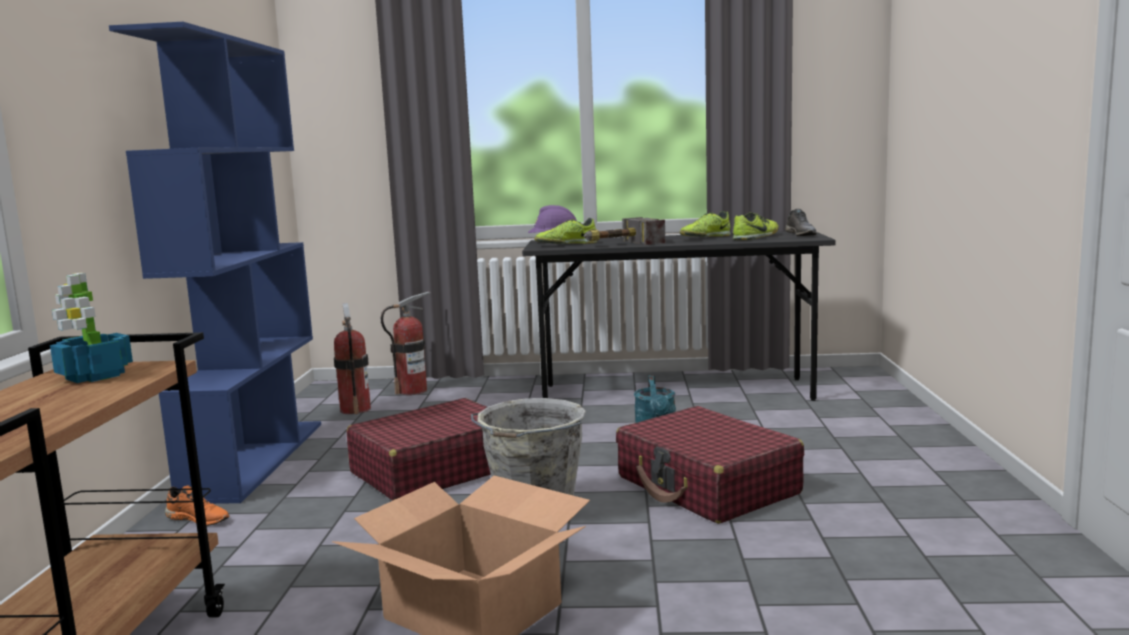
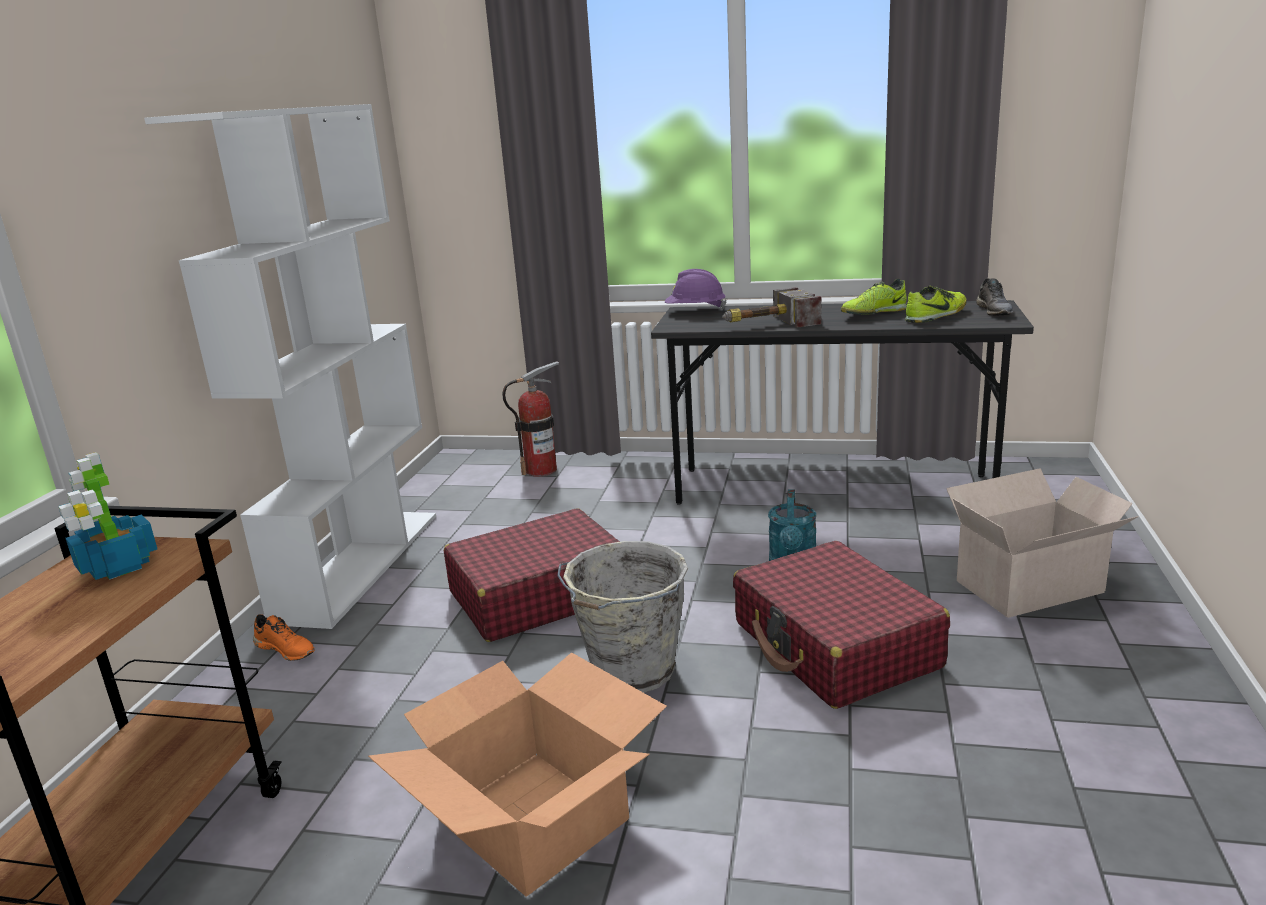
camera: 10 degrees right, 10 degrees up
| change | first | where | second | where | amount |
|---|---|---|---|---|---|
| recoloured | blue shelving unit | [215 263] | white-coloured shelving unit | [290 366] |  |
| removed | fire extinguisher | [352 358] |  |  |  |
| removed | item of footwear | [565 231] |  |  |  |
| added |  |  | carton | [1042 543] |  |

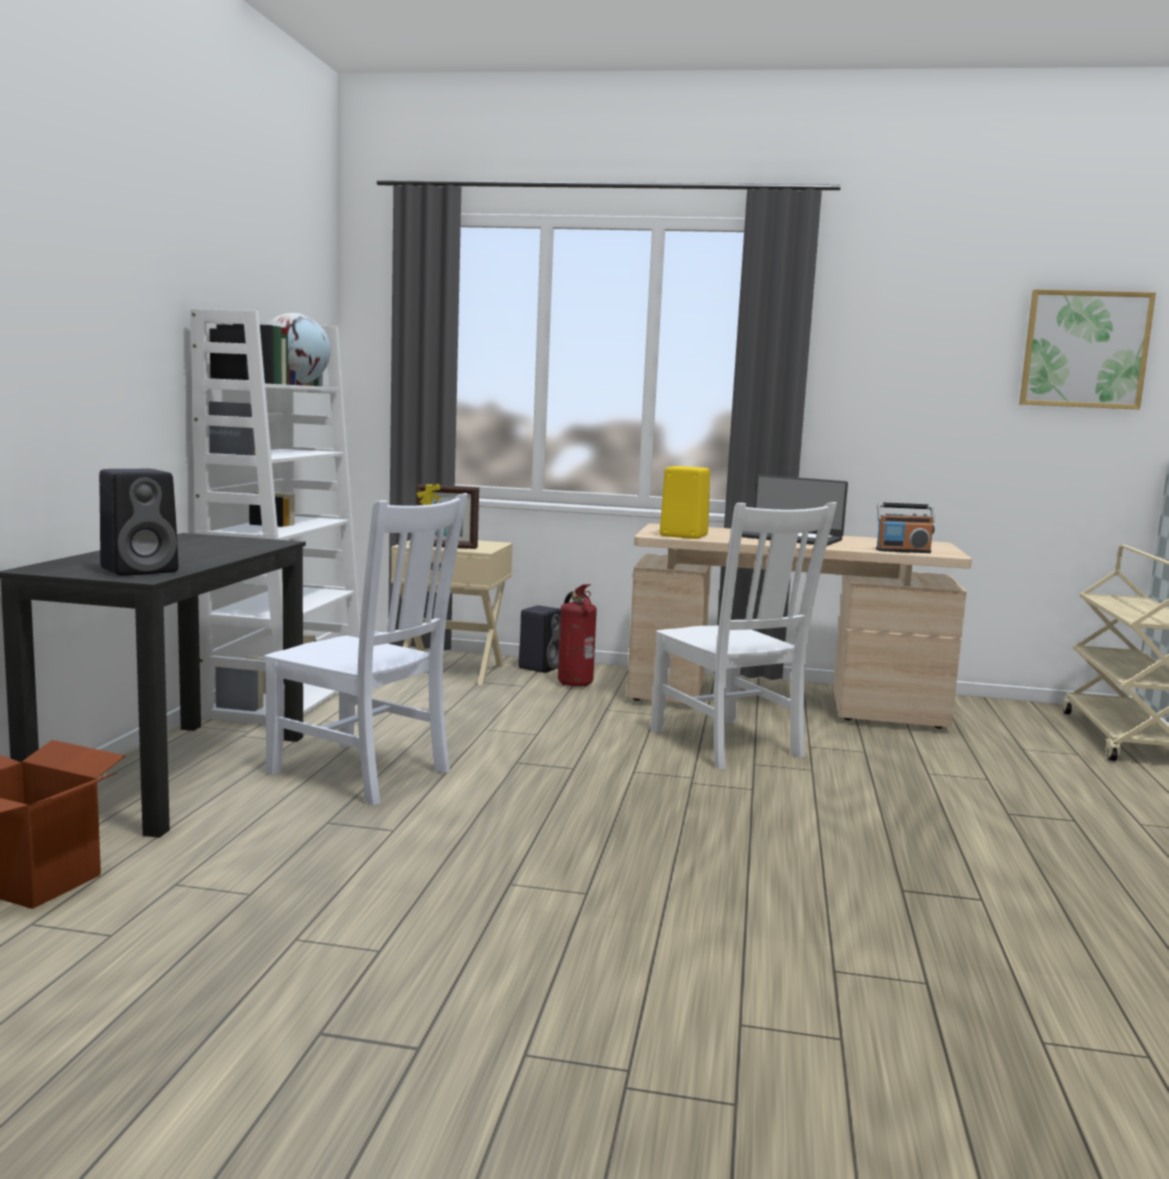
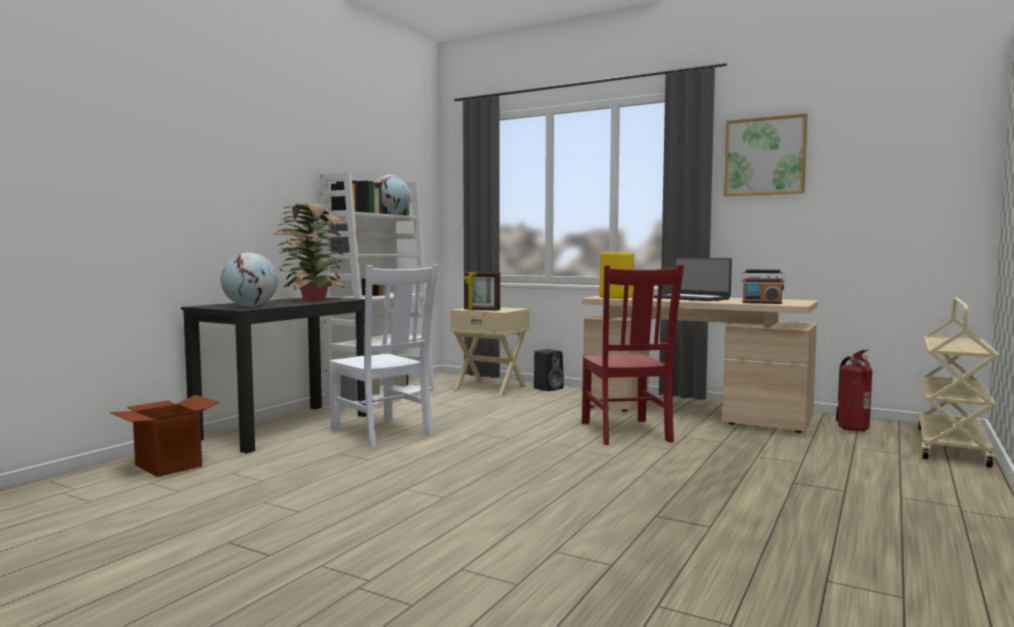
camera: 20 degrees right, 5 degrees down
| change | first | where | second | where | amount |
|---|---|---|---|---|---|
| replaced | blackish audio speaker | [138 522] | desk globe | [249 279] |  |
| moved | fire extinguisher | [577 635] |  | [854 391] |  |
| recoloured | white-coloured plain chair | [743 635] | red plain chair | [633 355] |  |
| moved | wall art | [1087 349] |  | [765 154] |  |
| added |  |  | houseplant | [309 252] |  |

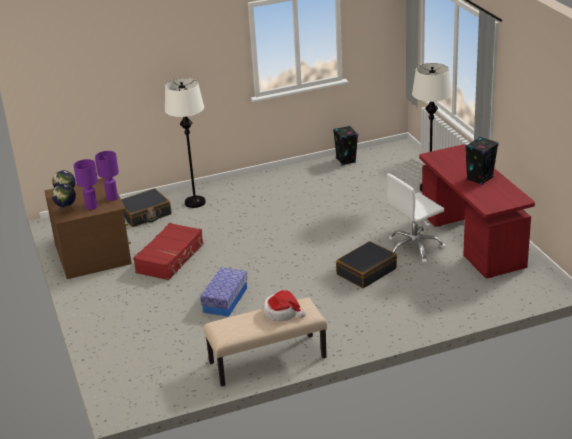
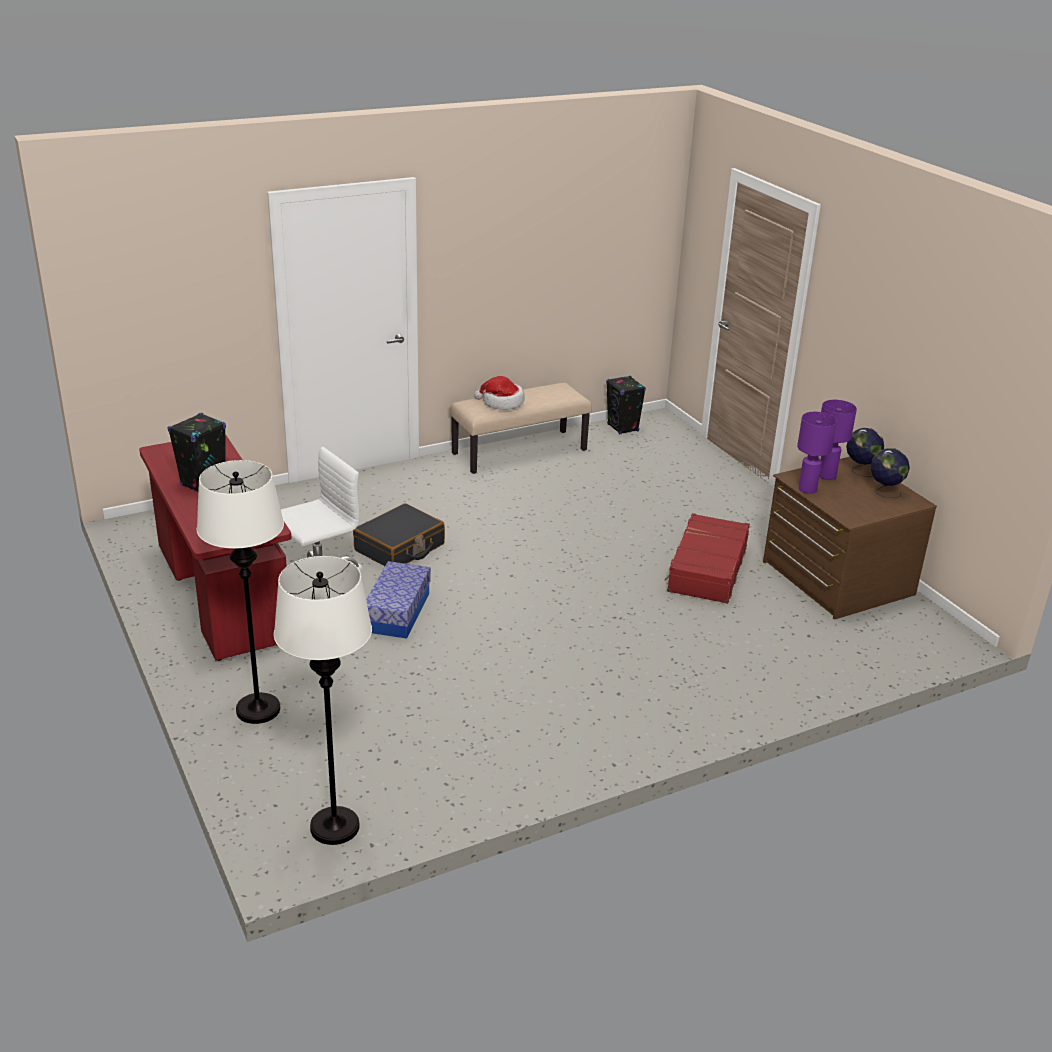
camera: 170 degrees right, 0 degrees up
| change | first | where | second | where | amount |
|---|---|---|---|---|---|
| removed | blackish travel case | [146 208] |  |  |  |
| moved | white-coloured standard lamp | [185 143] |  | [323 700] |  |
| moved | storage bin | [223 292] |  | [398 600] |  |
| moved | blackish audio speaker | [345 146] |  | [626 404] |  |

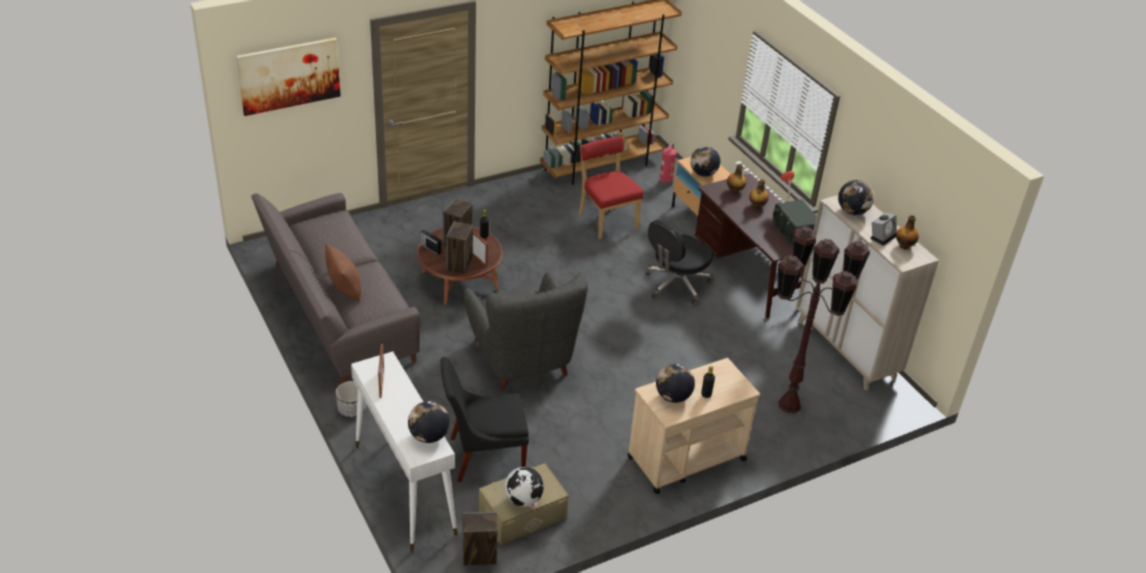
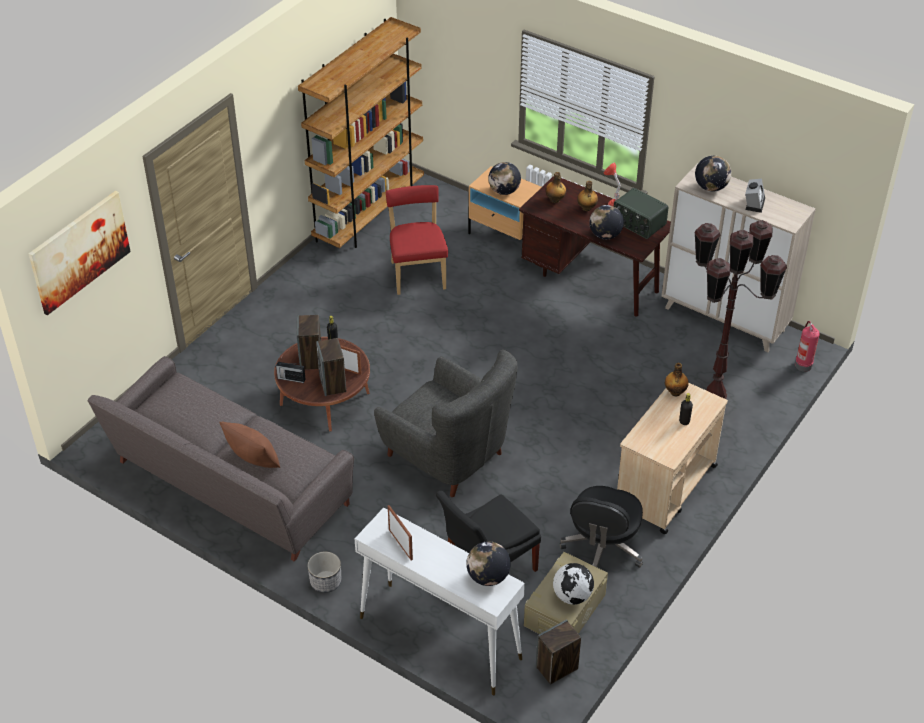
camera: 25 degrees left, 5 degrees up
| change | first | where | second | where | amount |
|---|---|---|---|---|---|
| turned | red plain chair | [611 188] |  | [417 240] | 45 degrees clockwise |
| moved | blackish computer chair | [679 262] |  | [601 527] |  |
| moved | desk globe | [675 383] |  | [606 222] |  |
| moved | fire extinguisher | [668 165] |  | [807 346] |  |
| moved | beverage bottle | [907 232] |  | [677 380] |  |

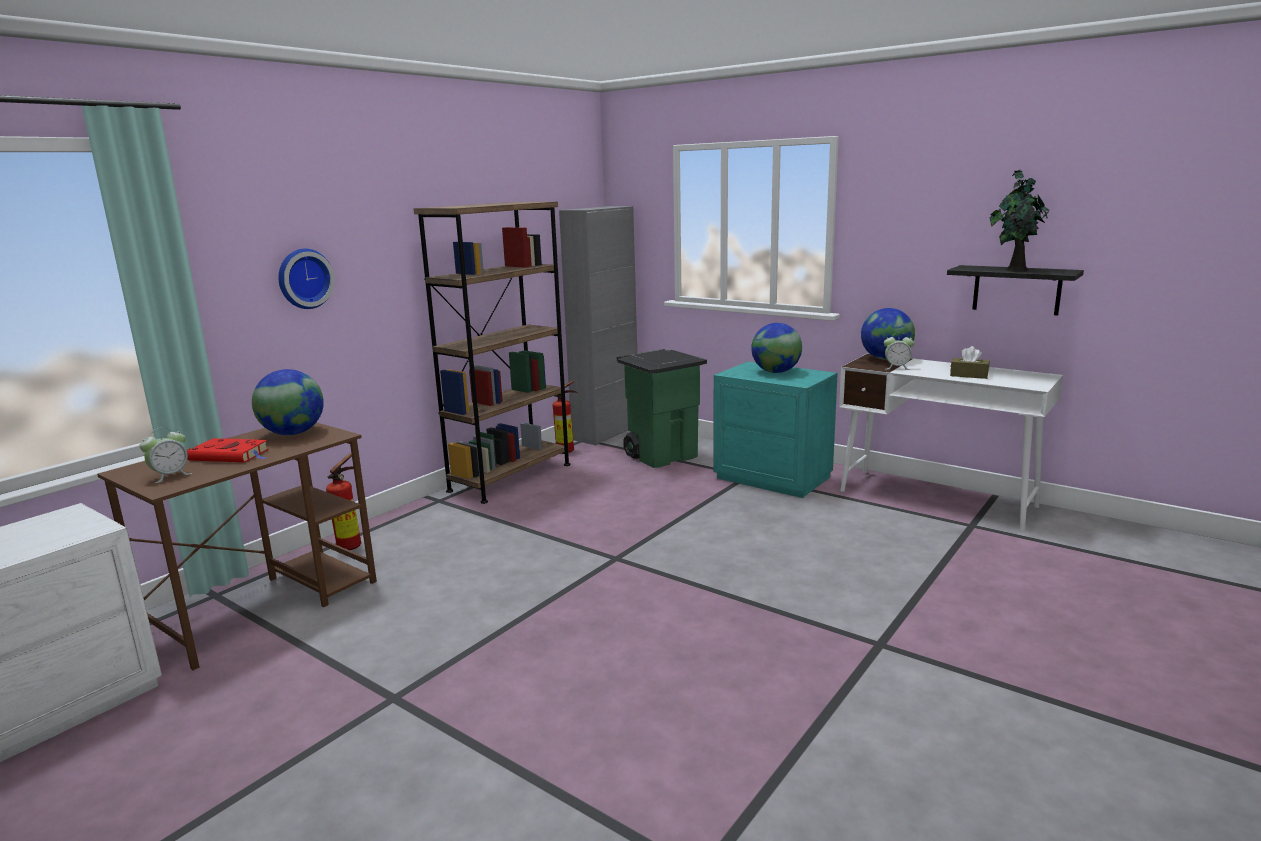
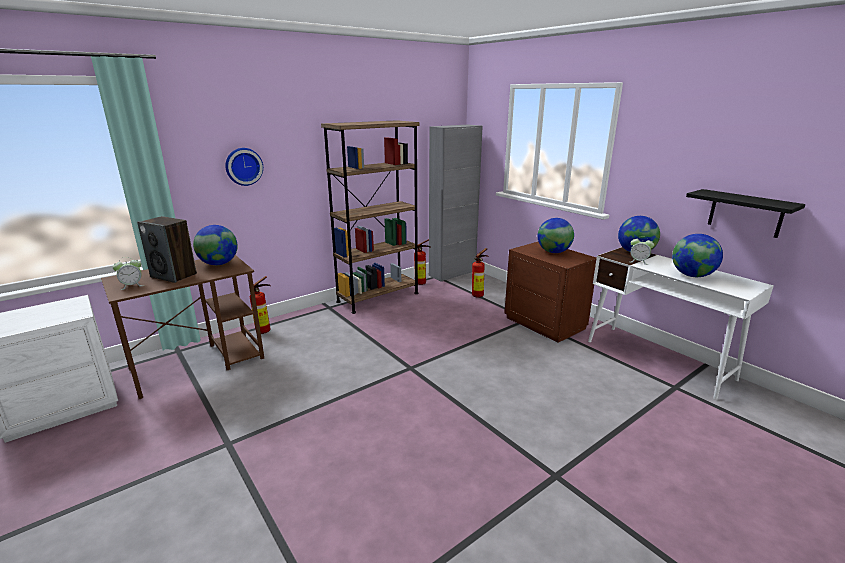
camera: 15 degrees right, 5 degrees up
| change | first | where | second | where | amount |
|---|---|---|---|---|---|
| replaced | red bound book | [228 450] | audio speaker | [167 249] |  |
| replaced | green-coloured trash can | [662 408] | fire extinguisher | [480 273] |  |
| recoloured | blue-green night table | [776 429] | brownish night table | [550 292] |  |
| replaced | brownish tissue holder | [969 362] | desk globe | [697 255] |  |
| removed | houseplant | [1019 220] |  |  |  |

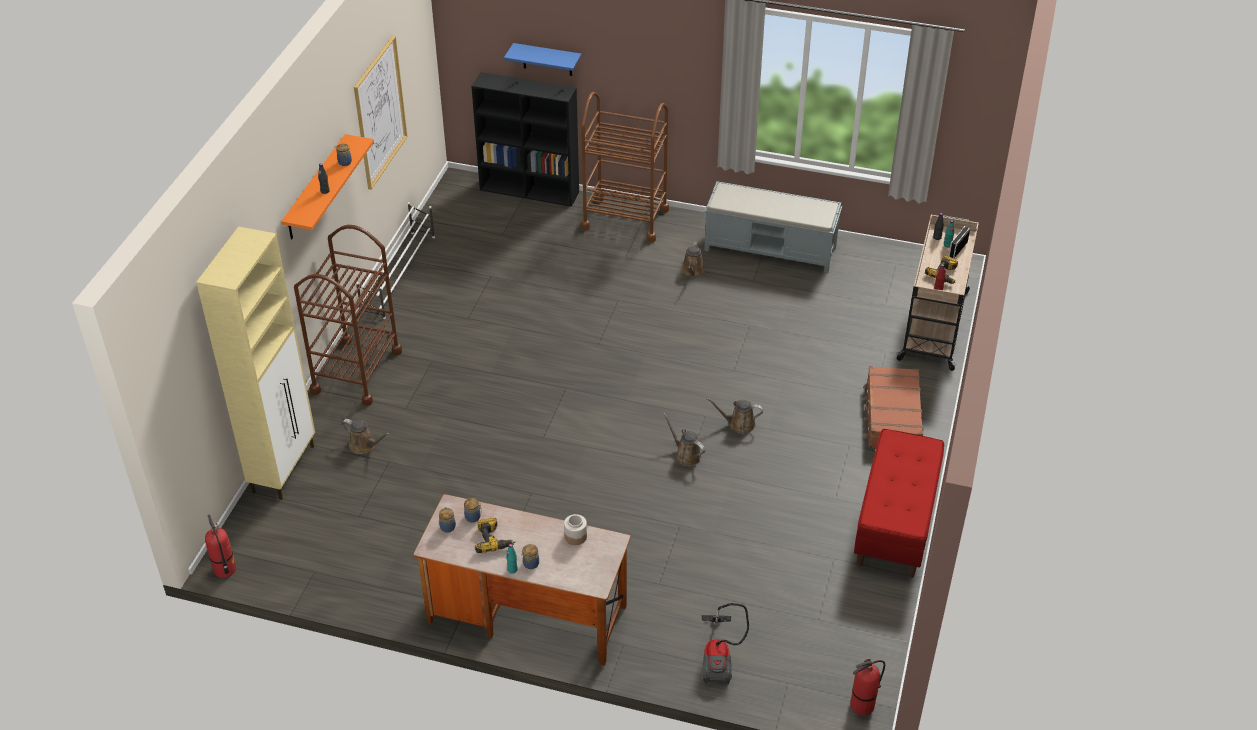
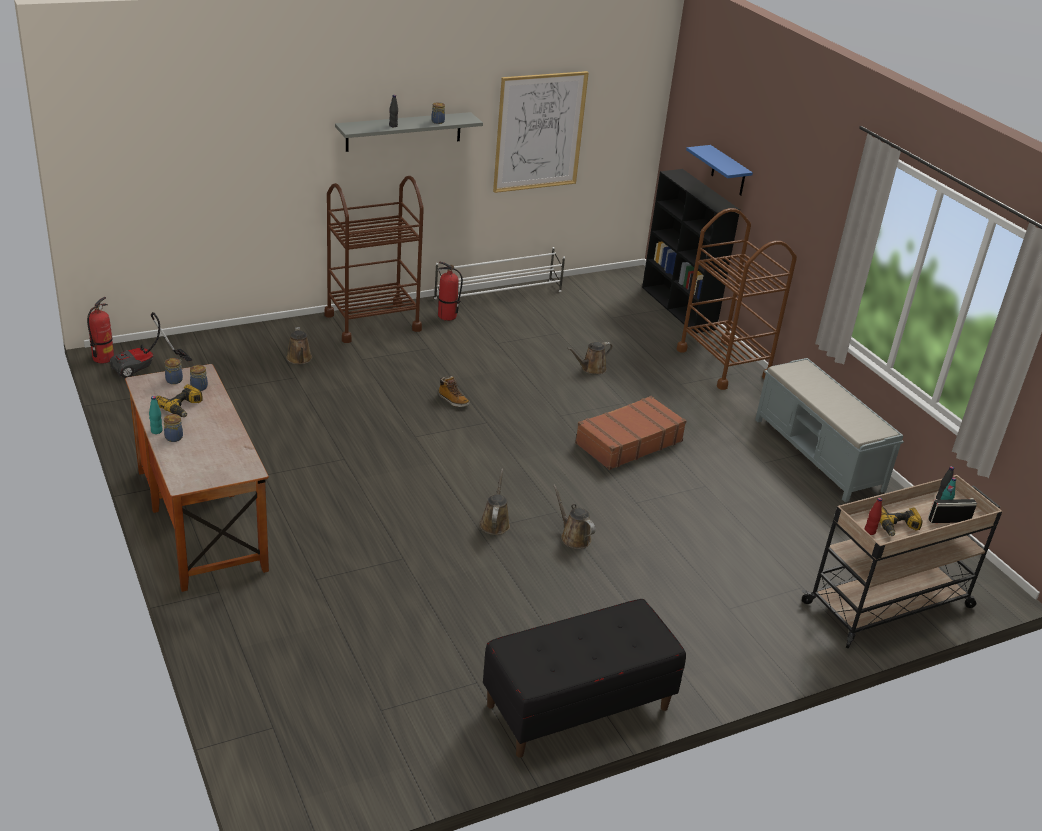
camera: 45 degrees right, 10 degrees down
| change | first | where | second | where | amount |
|---|---|---|---|---|---|
| removed | sand-coloured cabinet | [255 363] |  |  |  |
| recoloured | orange shelf | [327 187] | grey shelf | [409 132] |  |
| removed | preserve jar | [575 529] |  |  |  |
| moved | brownish watering can | [693 259] |  | [590 358] |  |
| moved | vacuum cleaner | [725 643] |  | [151 345] |  |
| moved | fire extinguisher | [867 686] |  | [450 291] |  |
| recoloured | red indoor bench | [899 503] | blackish indoor bench | [584 678] |  |
| moved | brownish travel case | [893 407] |  | [631 433] |  |
| added |  |  | high-top boot | [454 391] |  |

